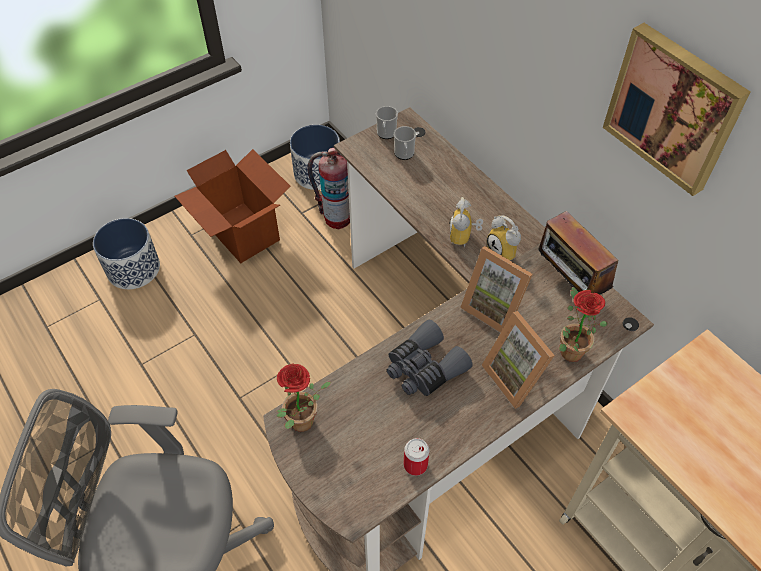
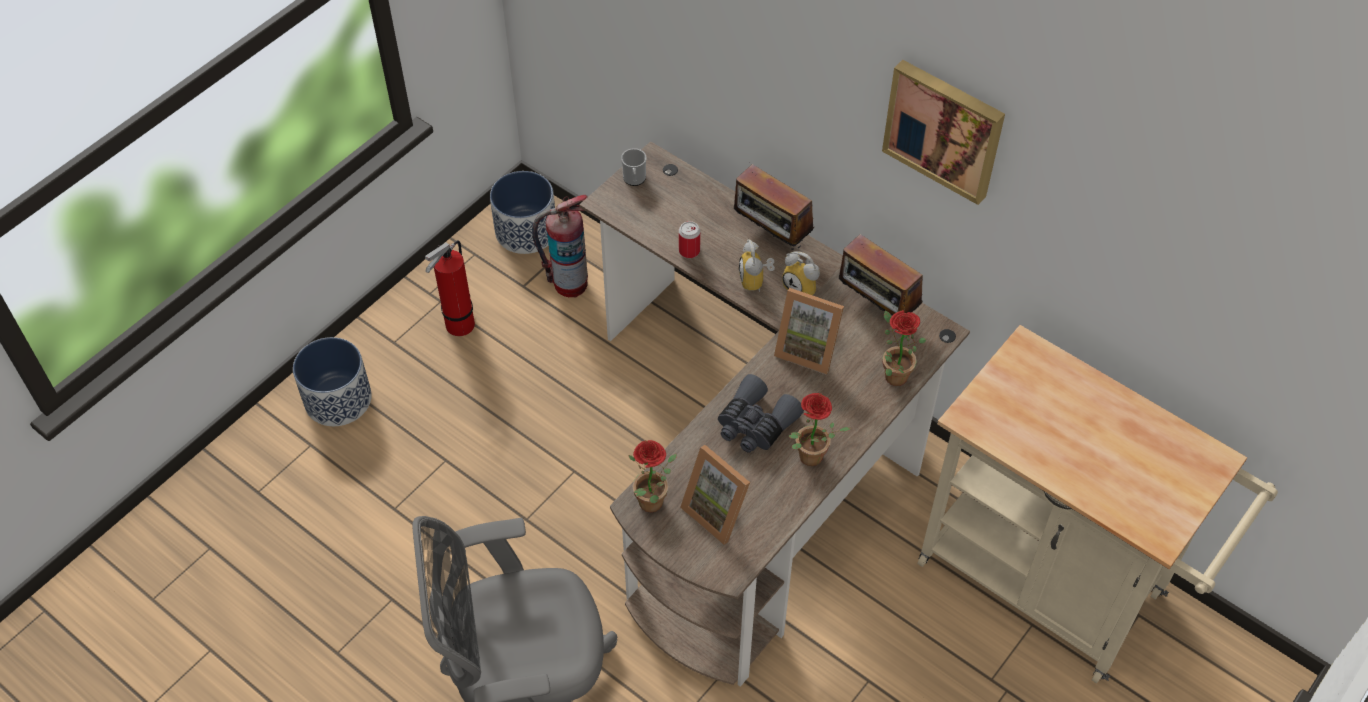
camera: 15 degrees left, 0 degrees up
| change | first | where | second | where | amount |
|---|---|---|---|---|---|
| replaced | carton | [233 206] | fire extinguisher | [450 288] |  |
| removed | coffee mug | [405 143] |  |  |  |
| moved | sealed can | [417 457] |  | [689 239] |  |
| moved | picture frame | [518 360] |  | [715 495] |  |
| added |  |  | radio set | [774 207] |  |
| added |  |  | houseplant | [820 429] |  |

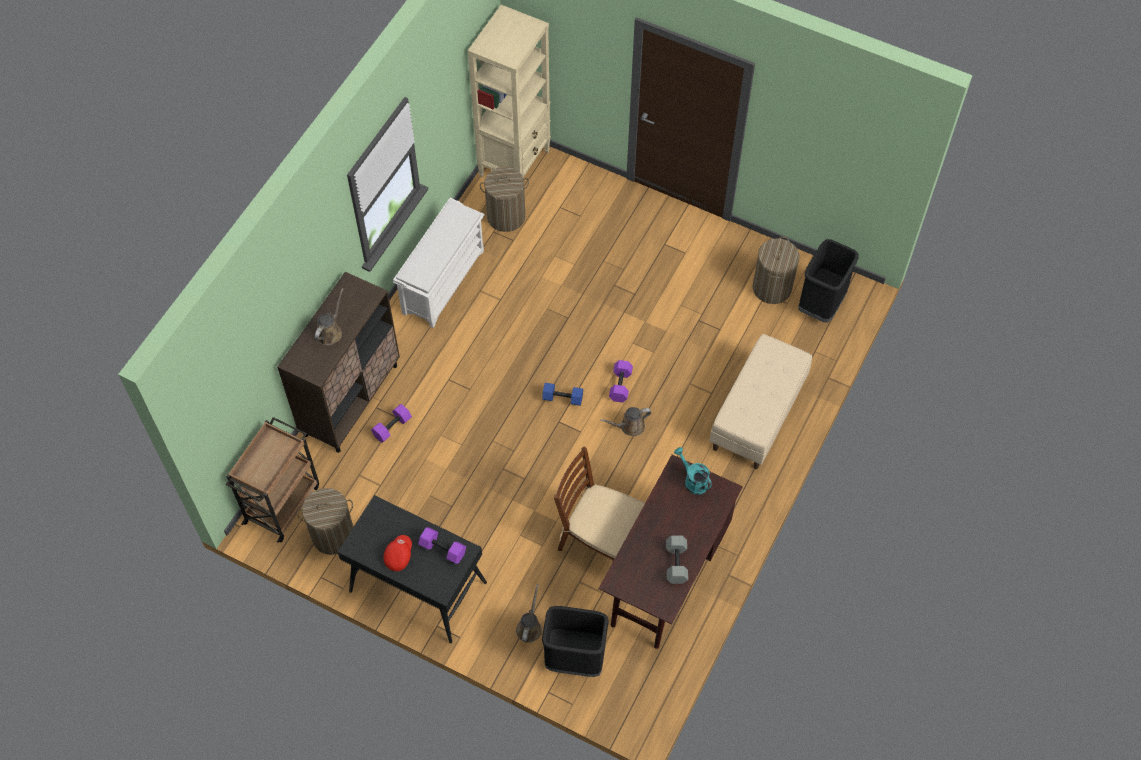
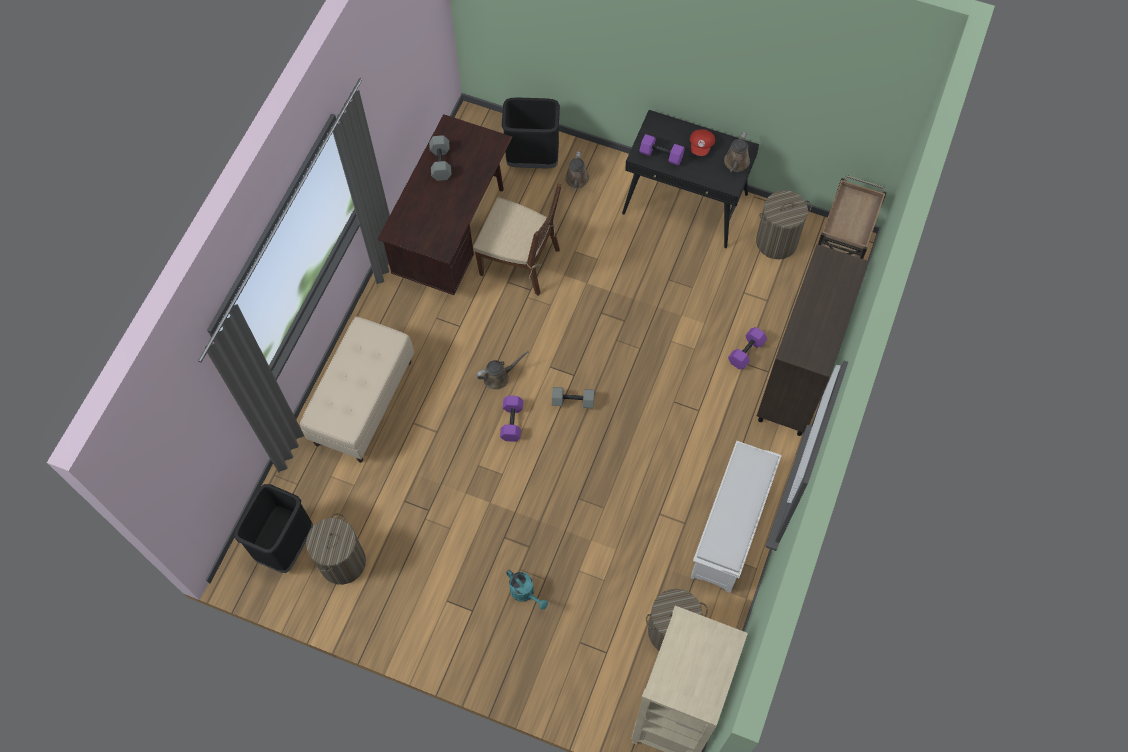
camera: 175 degrees right, 5 degrees up
| change | first | where | second | where | amount |
|---|---|---|---|---|---|
| moved | brownish watering can | [329 317] |  | [737 152] |  |
| recoloured | blue dumbbell | [562 394] | grey dumbbell | [573 397] |  |
| moved | blue-green watering can | [693 471] |  | [527 590] |  |

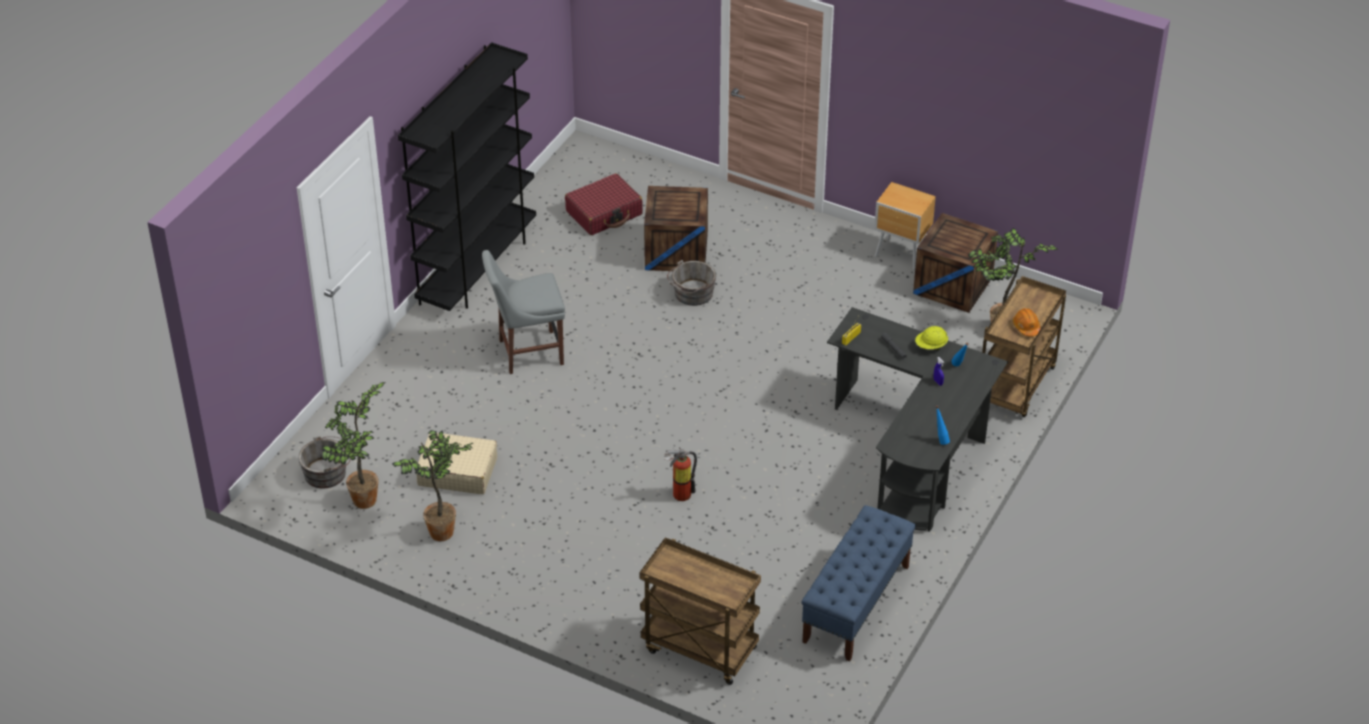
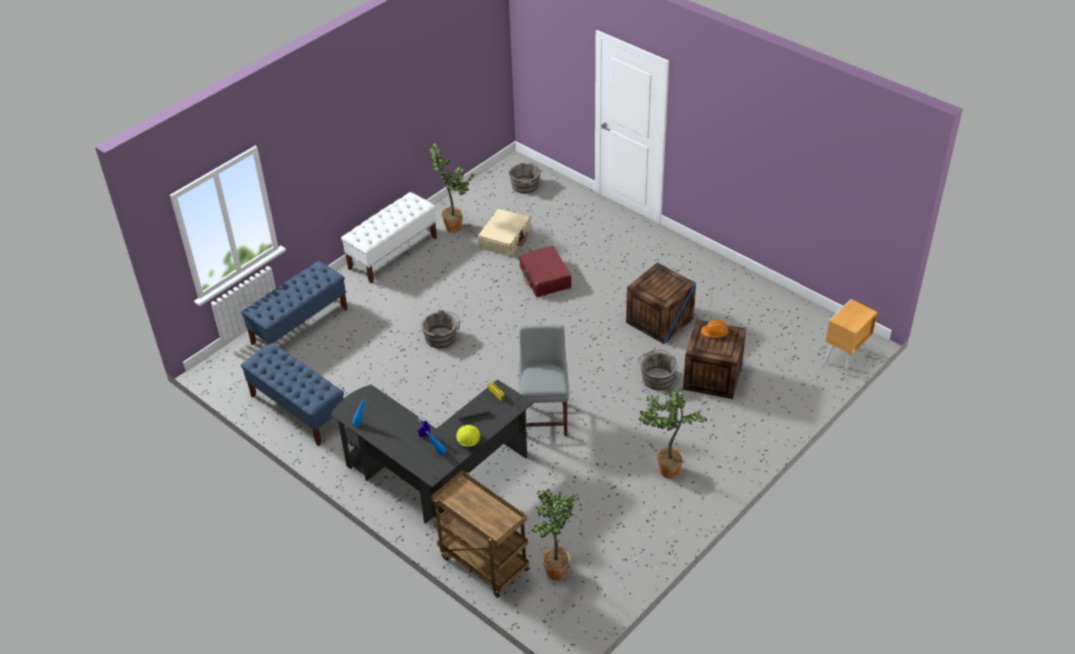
camera: 105 degrees right, 0 degrees up
| change | first | where | second | where | amount |
|---|---|---|---|---|---|
| moved | houseplant | [354 445] |  | [673 434] |  |
| removed | blackish shelving unit | [467 176] |  |  |  |
| moved | grey plain chair | [523 312] |  | [544 381] |  |
| moved | red travel case | [604 204] |  | [545 271] |  |
| replaced | brownish trolley | [700 611] | blue indoor bench | [294 303] |  |
| replaced | fire extinguisher | [680 474] | grey bucket | [440 329] |  |
| moved | brownish night table | [905 226] |  | [850 337] |  |
| moved | packing crate | [955 263] |  | [661 303] |  |
| moved | orange hard hat | [1027 322] |  | [714 329] |  |
| added |  |  | white-coloured indoor bench | [389 237] |  |

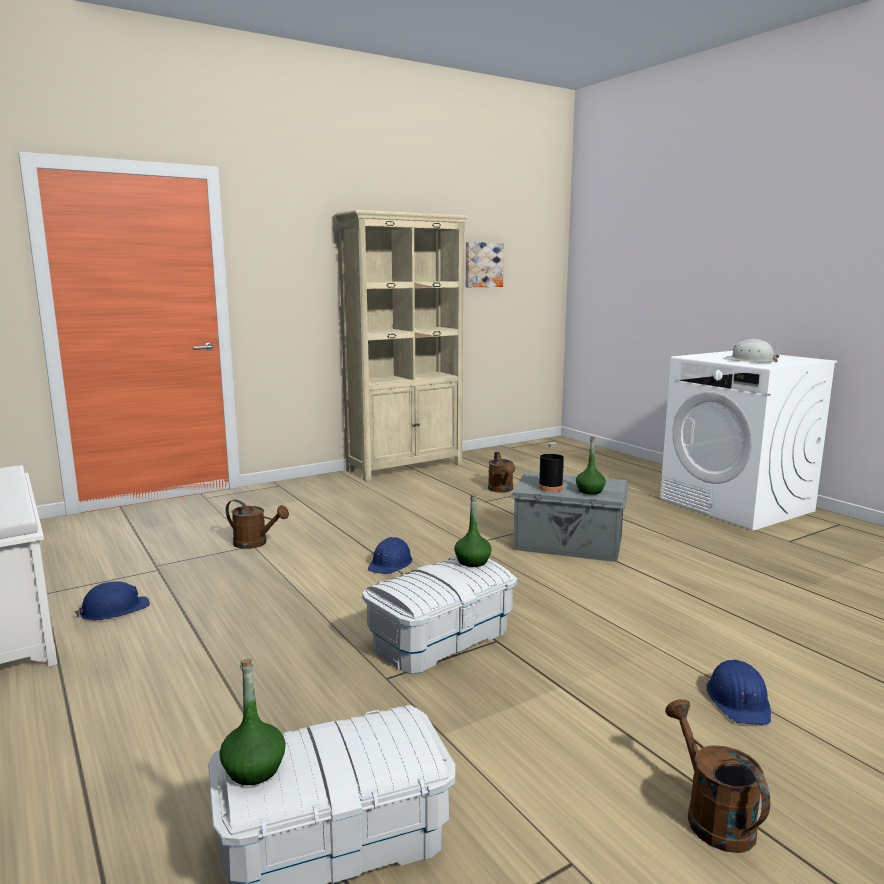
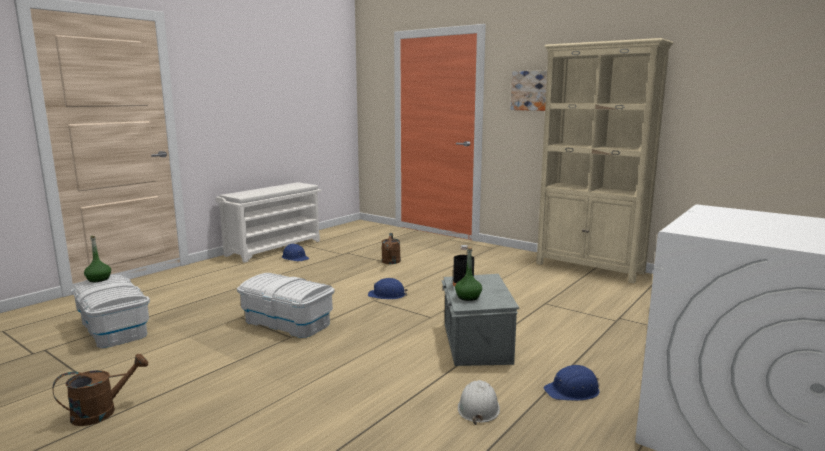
camera: 70 degrees right, 0 degrees up
| change | first | where | second | where | amount |
|---|---|---|---|---|---|
| removed | green-coloured beverage bottle | [473 530] |  |  |  |
| moved | wall art | [485 264] |  | [528 90] |  |
| removed | brownish watering can | [501 472] |  |  |  |
| moved | blue hard hat | [738 692] |  | [571 383] |  |
| moved | white-coloured hard hat | [752 351] |  | [479 402] |  |

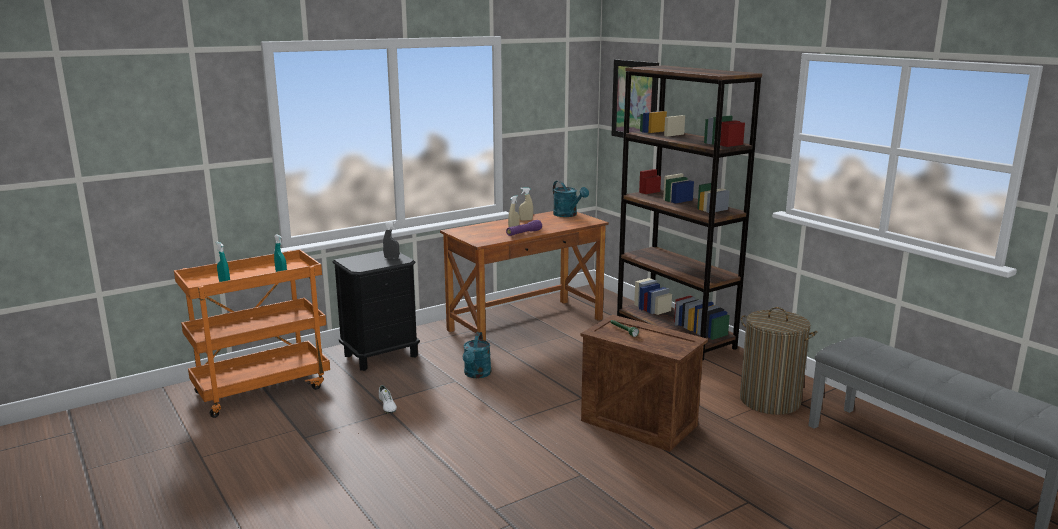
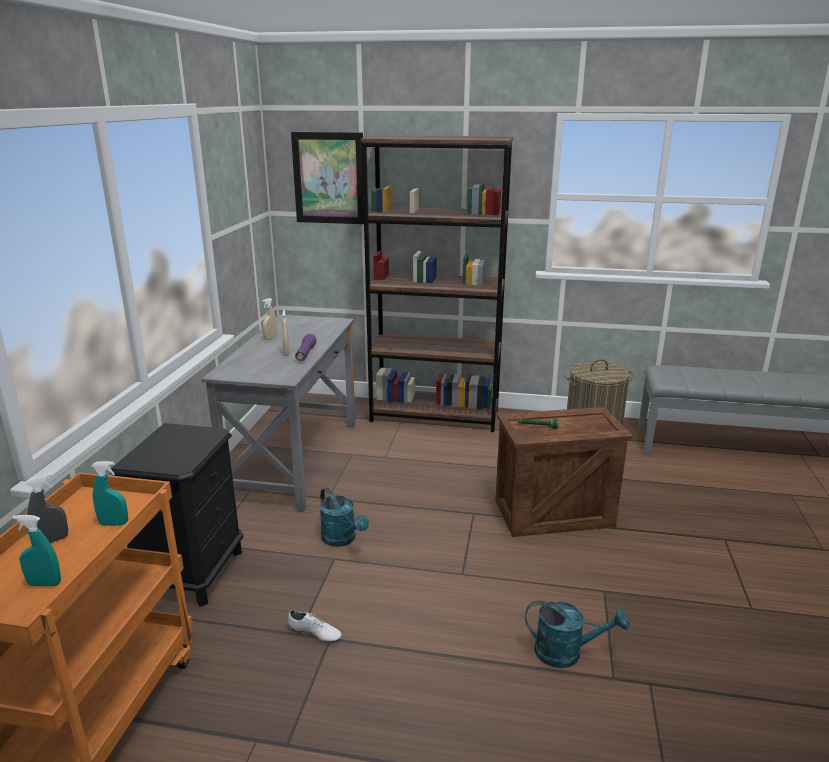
camera: 45 degrees left, 5 degrees up
| change | first | where | second | where | amount |
|---|---|---|---|---|---|
| moved | grey sprayer | [391 240] |  | [47 508] |  |
| recoloured | brownish desk unit | [524 276] | grey desk unit | [278 413] |  |
| moved | blue-green watering can | [571 198] |  | [577 634] |  |

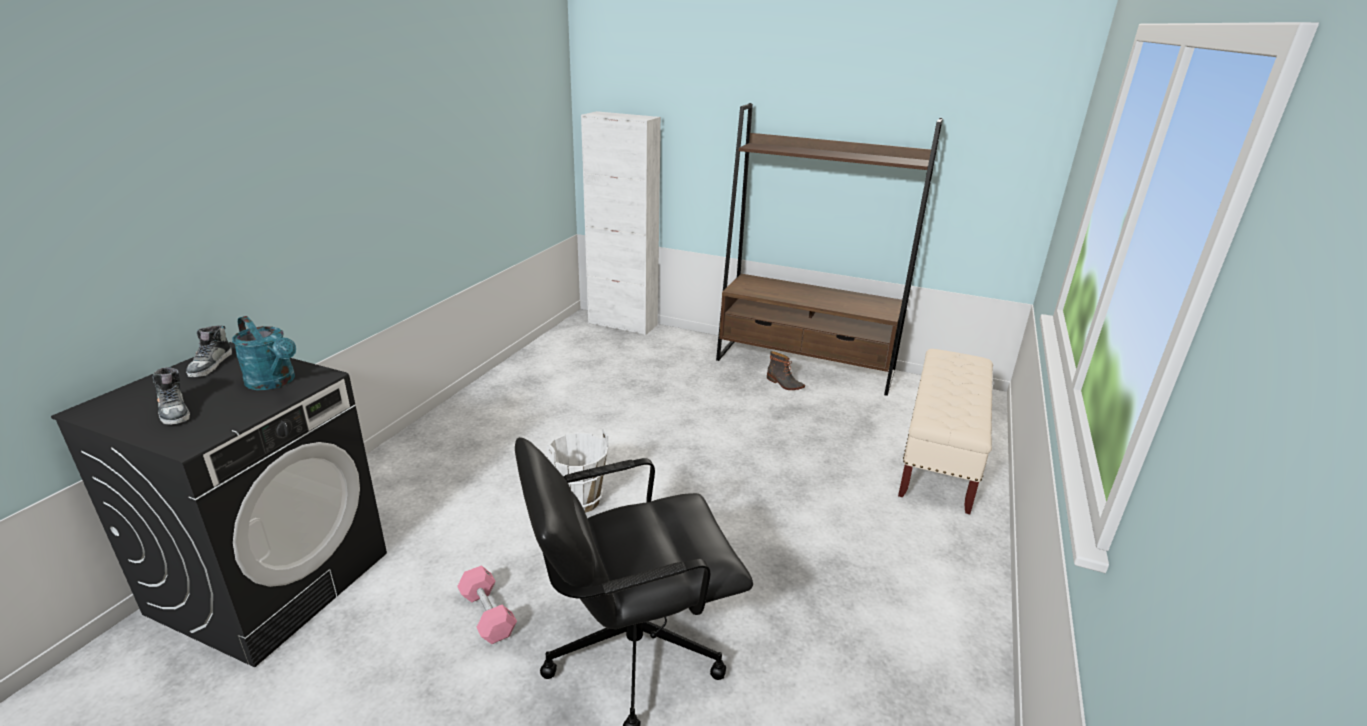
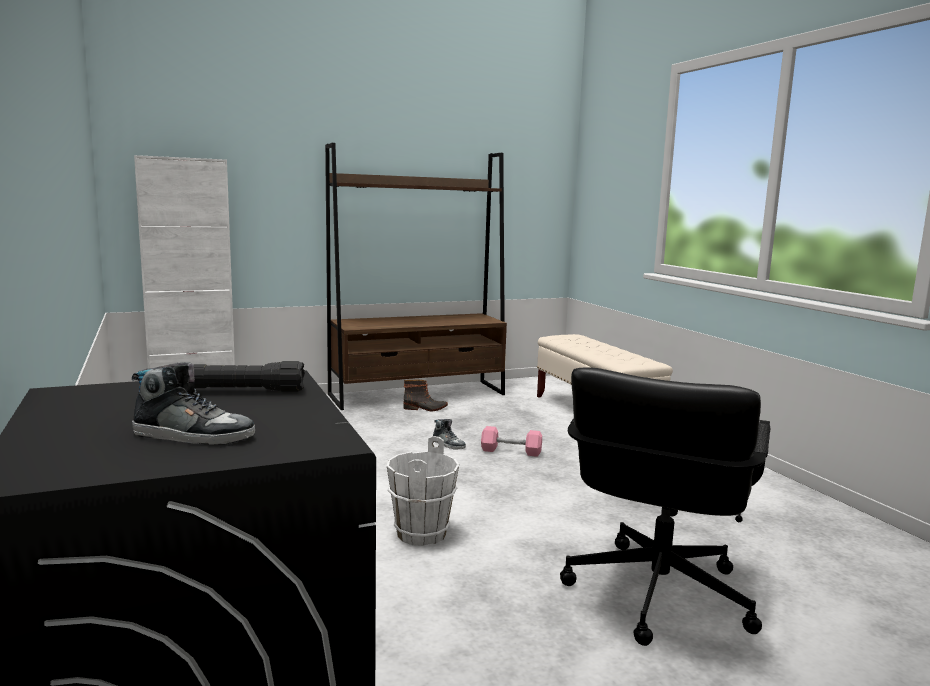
camera: 45 degrees left, 15 degrees down
| change | first | where | second | where | amount |
|---|---|---|---|---|---|
| moved | item of footwear | [209 351] |  | [449 434] |  |
| replaced | blue-green watering can | [264 353] | blackish hand torch | [249 376] |  |
| moved | pink-coloured dumbbell | [487 604] |  | [511 441] |  |

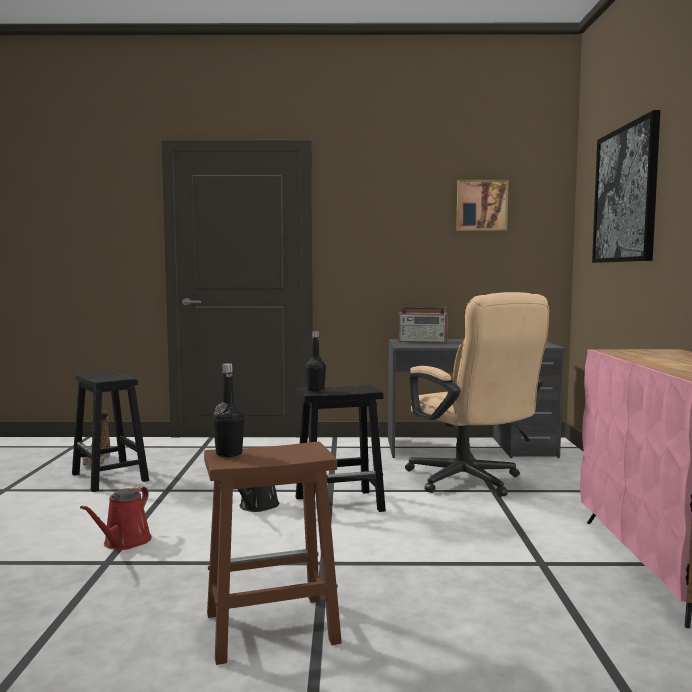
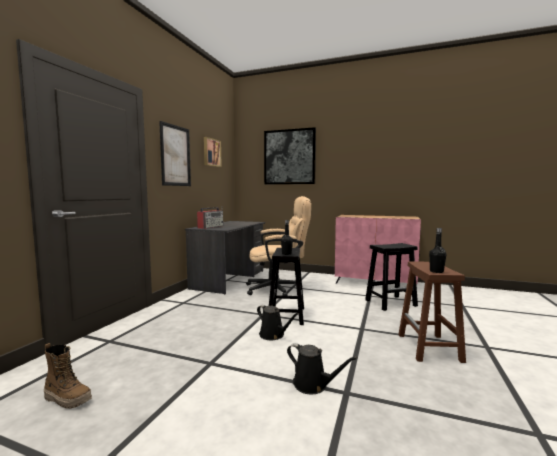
camera: 70 degrees left, 0 degrees up
| change | first | where | second | where | amount |
|---|---|---|---|---|---|
| moved | blackish stool | [110 431] |  | [391 277] |  |
| recoloured | red watering can | [116 518] | blackish watering can | [322 369] |  |
| added |  |  | wall art | [175 153] |  |

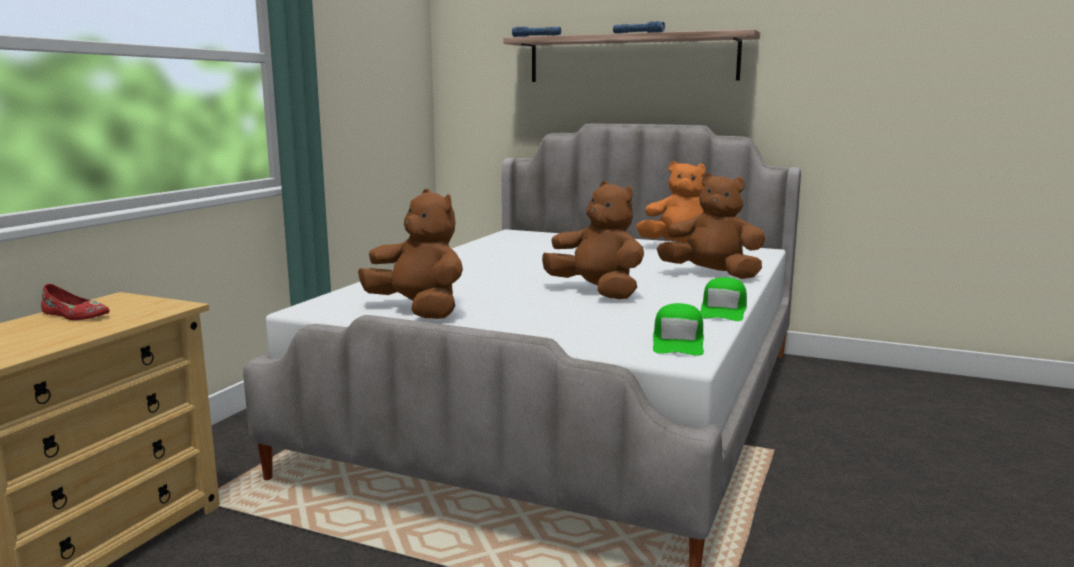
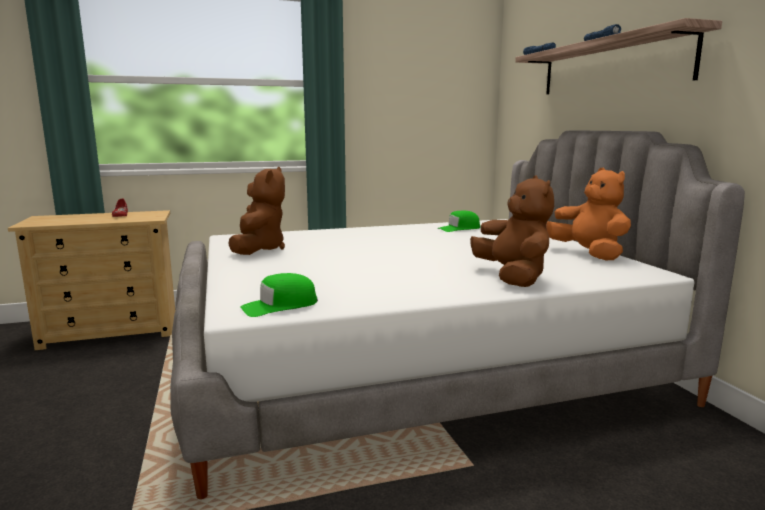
camera: 50 degrees right, 0 degrees up
| change | first | where | second | where | amount |
|---|---|---|---|---|---|
| removed | brownish plush toy | [593 240] |  |  |  |
| moved | green-coloured cap | [723 299] |  | [458 221] |  |

